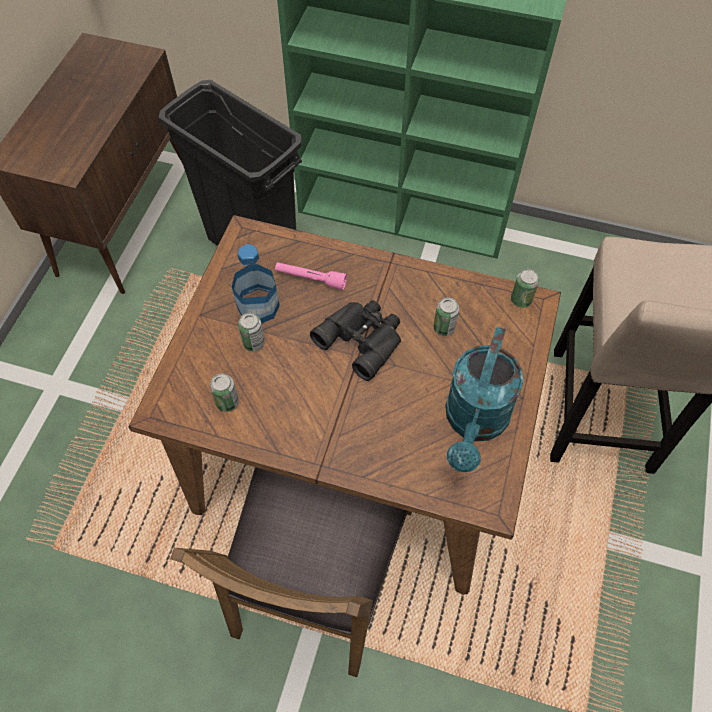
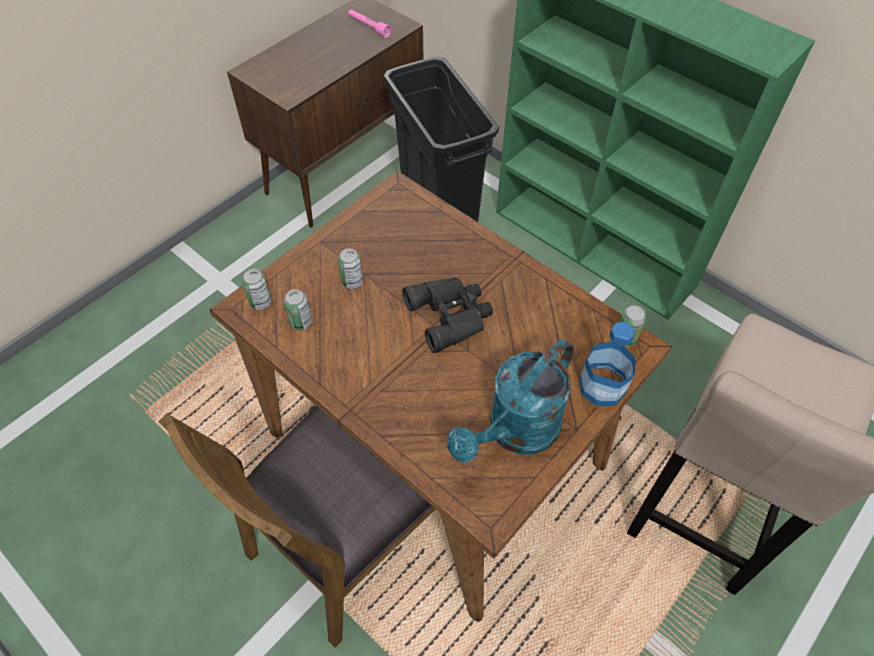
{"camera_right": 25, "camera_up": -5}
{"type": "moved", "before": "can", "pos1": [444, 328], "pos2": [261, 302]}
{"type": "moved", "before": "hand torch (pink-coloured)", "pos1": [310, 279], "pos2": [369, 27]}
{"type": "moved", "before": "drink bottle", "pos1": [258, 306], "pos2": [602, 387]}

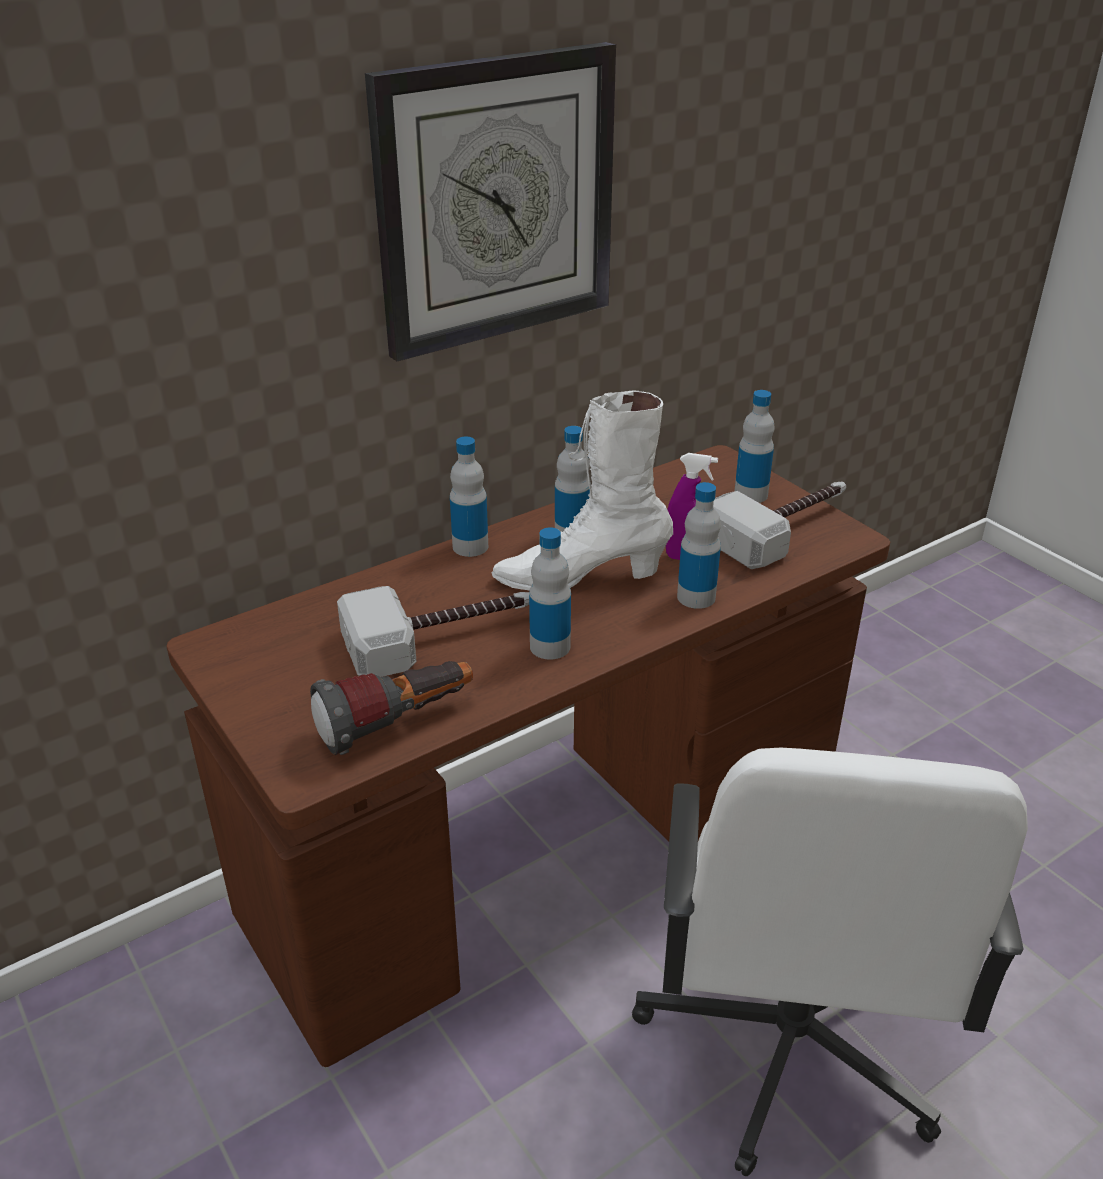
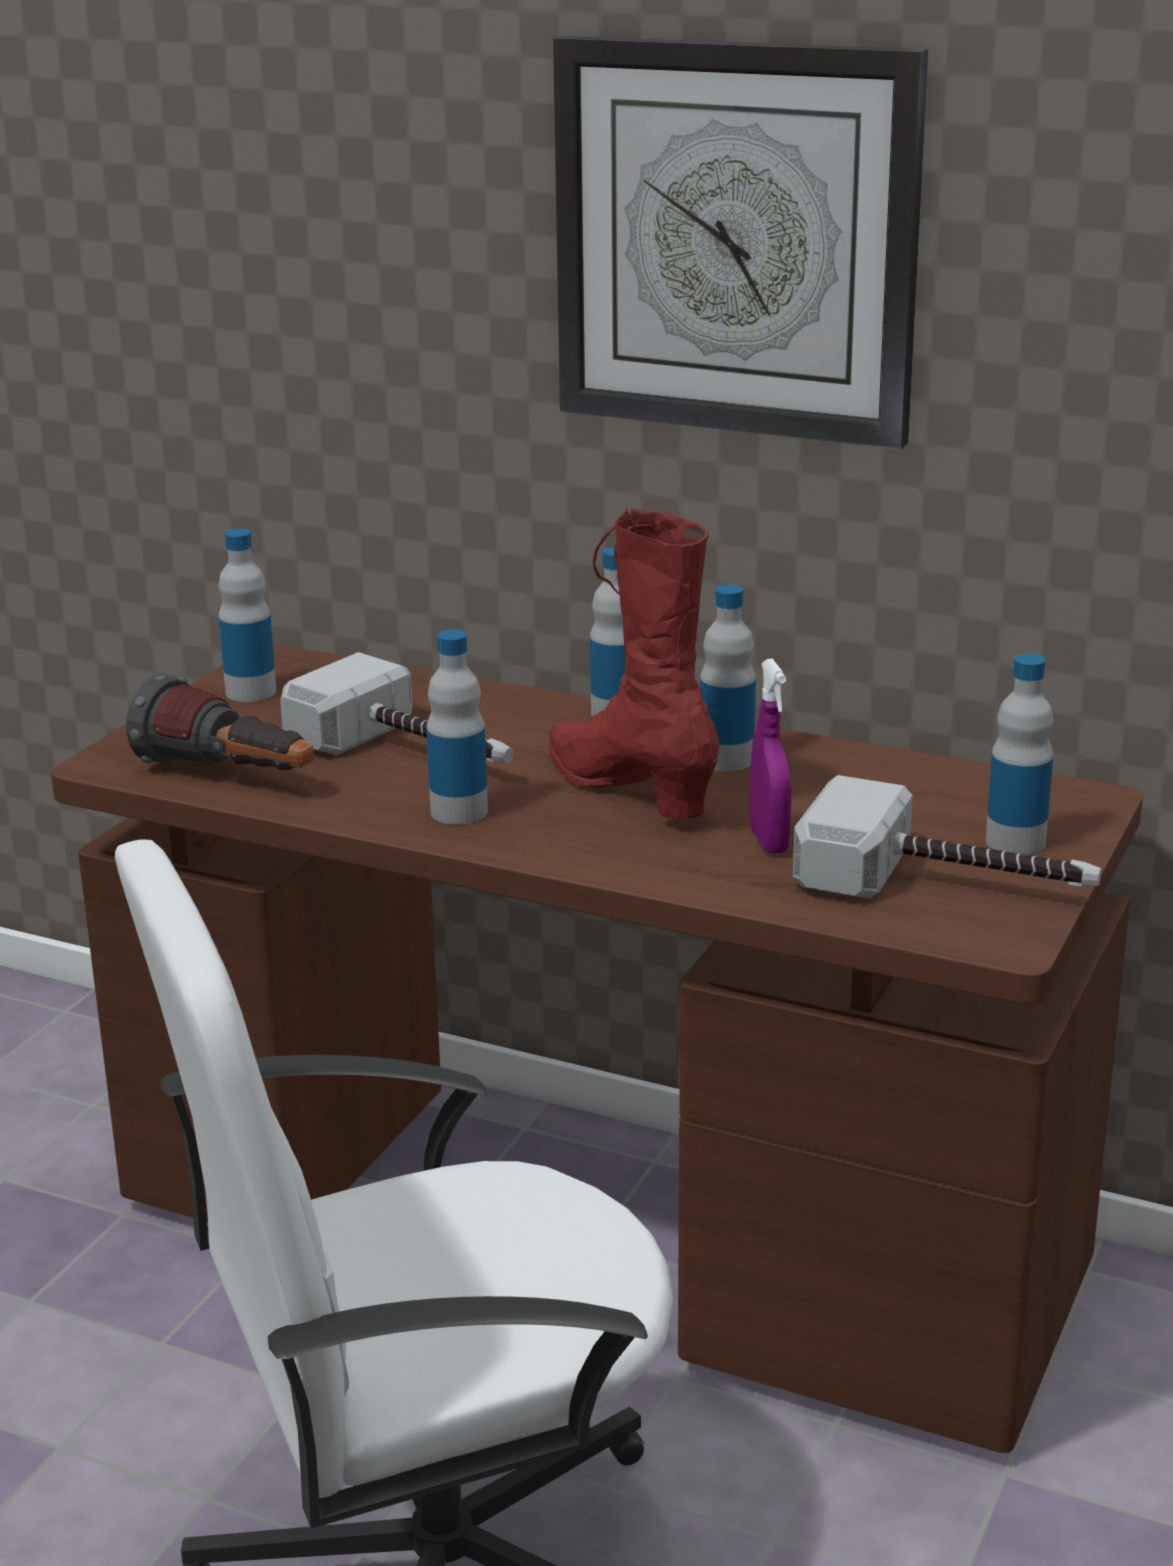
{"camera_right": 60, "camera_up": -10}
{"type": "moved", "before": "drink bottle", "pos1": [696, 597], "pos2": [251, 692]}
{"type": "recoloured", "before": "boot (white)", "after": "boot (red)", "pos1": [580, 578], "pos2": [630, 790]}

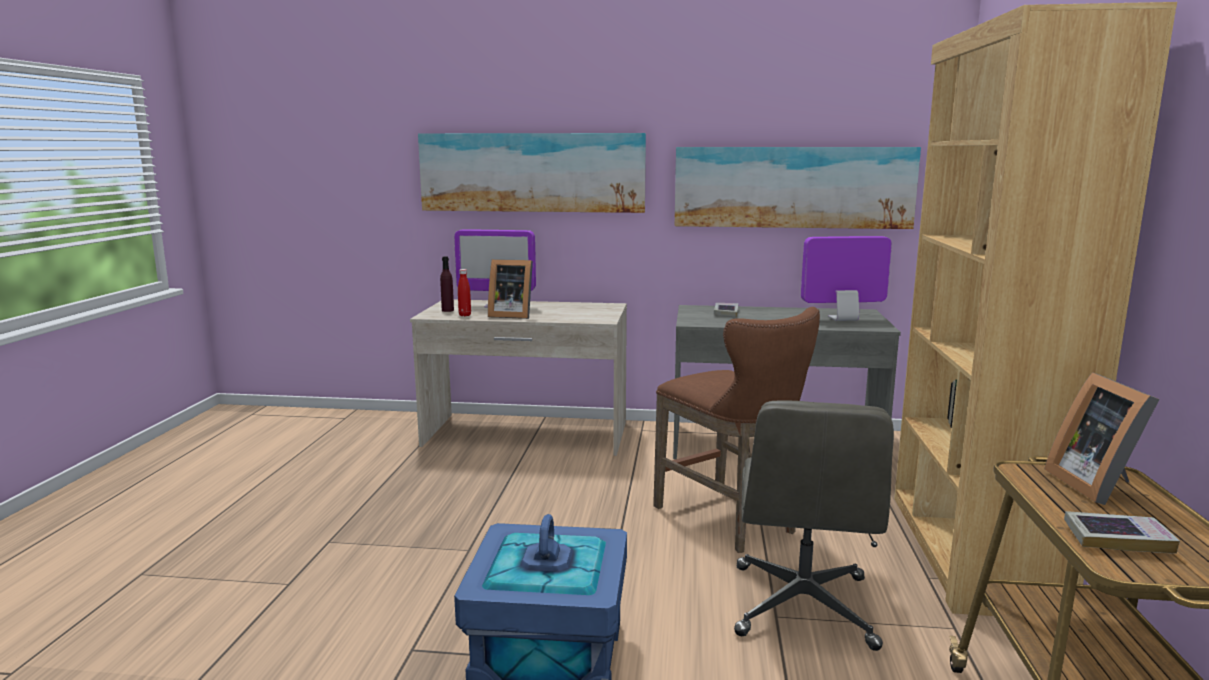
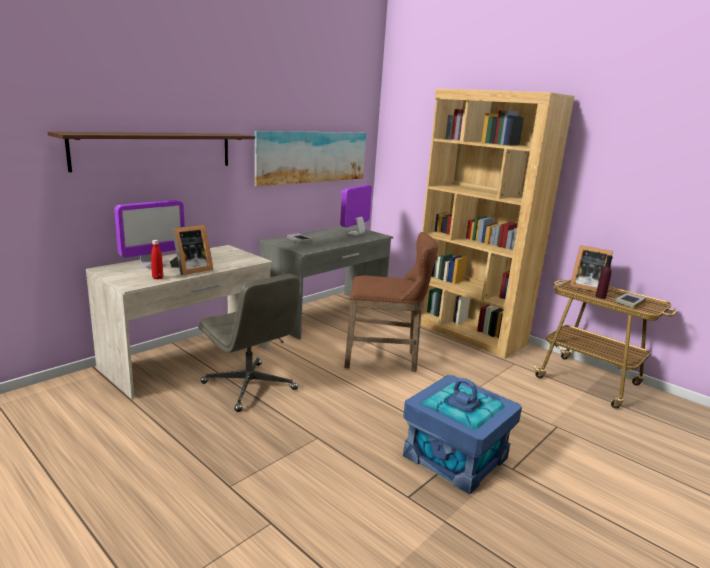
{"camera_right": -55, "camera_up": 5}
{"type": "replaced", "before": "picture", "after": "wall shelf", "pos1": [531, 172], "pos2": [155, 150]}
{"type": "moved", "before": "office chair (gray)", "pos1": [803, 607], "pos2": [250, 387]}
{"type": "moved", "before": "drink bottle (purple-coloured)", "pos1": [447, 310], "pos2": [600, 297]}

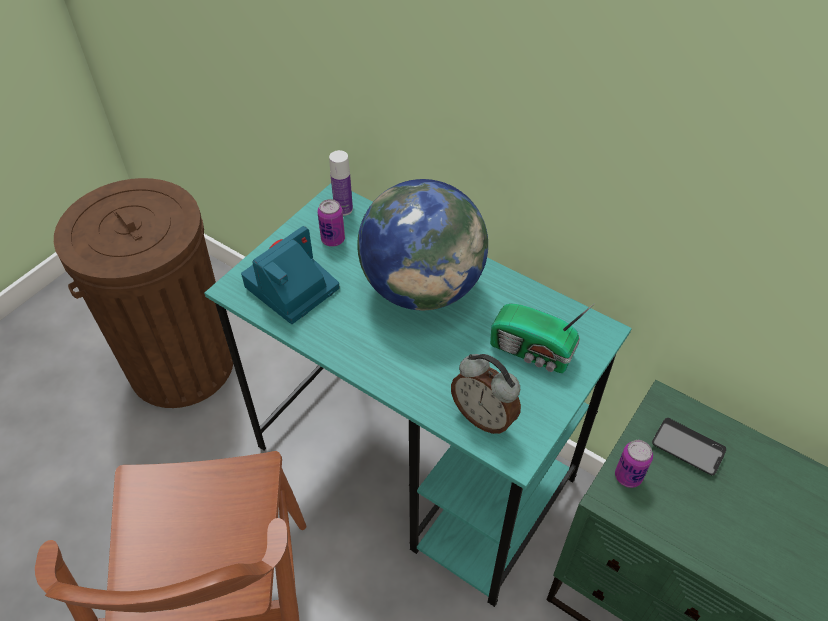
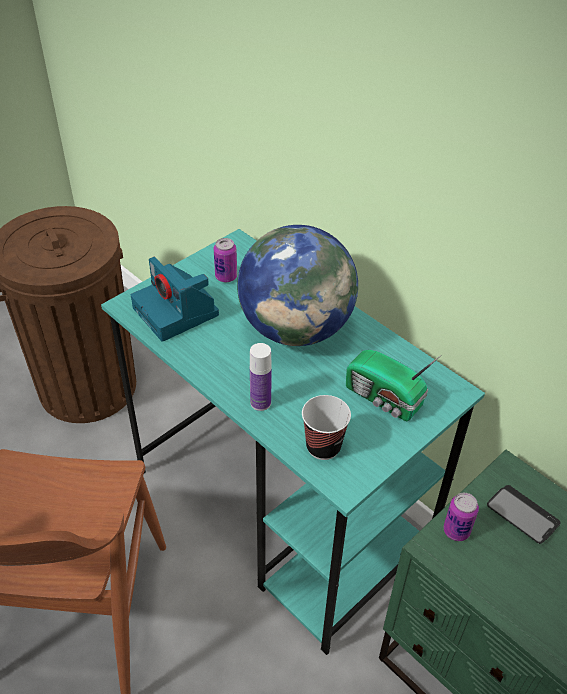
{"camera_right": 10, "camera_up": -5}
{"type": "turned", "before": "photo camera", "pos1": [291, 289], "pos2": [177, 312], "turn": -90}
{"type": "moved", "before": "drink bottle", "pos1": [343, 209], "pos2": [260, 403]}
{"type": "replaced", "before": "bedside clock", "after": "small cup", "pos1": [484, 416], "pos2": [323, 447]}

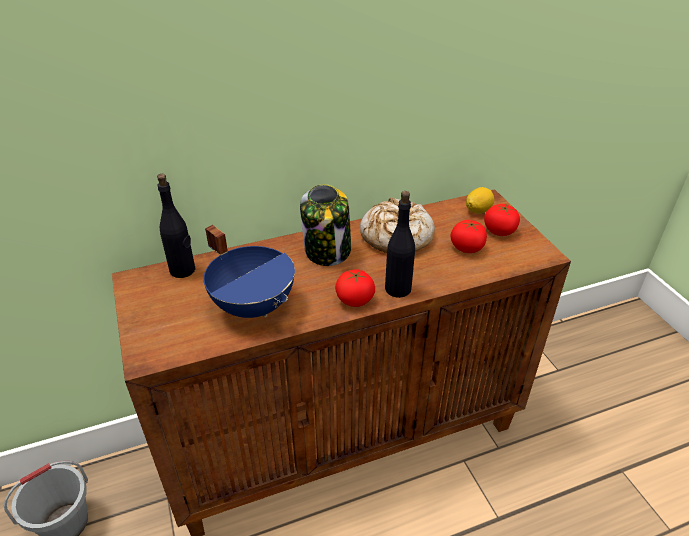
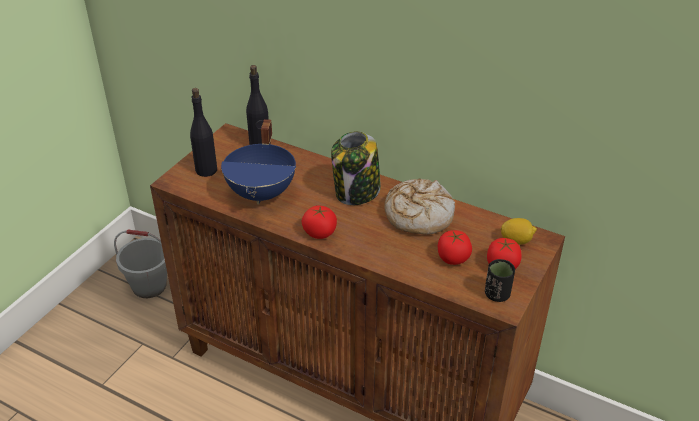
{"camera_right": 50, "camera_up": 0}
{"type": "moved", "before": "drink bottle (blackish)", "pos1": [397, 288], "pos2": [206, 170]}
{"type": "added", "after": "small cup (blackish)", "pos2": [497, 294]}

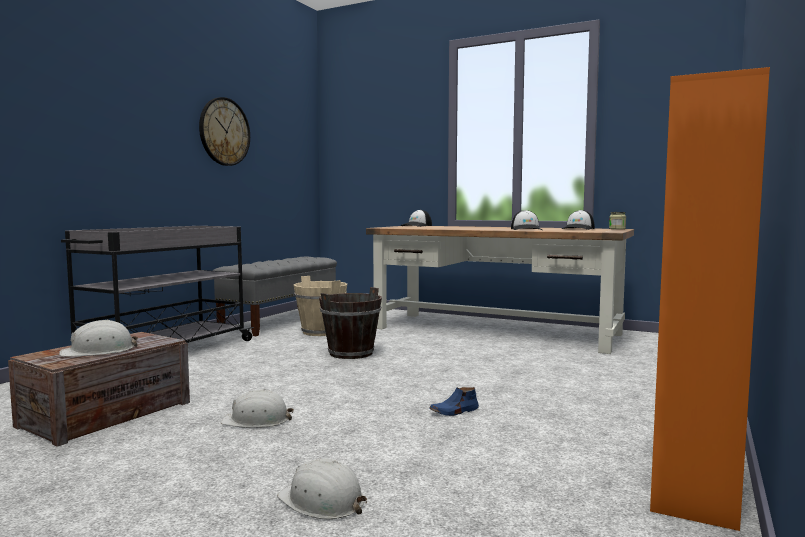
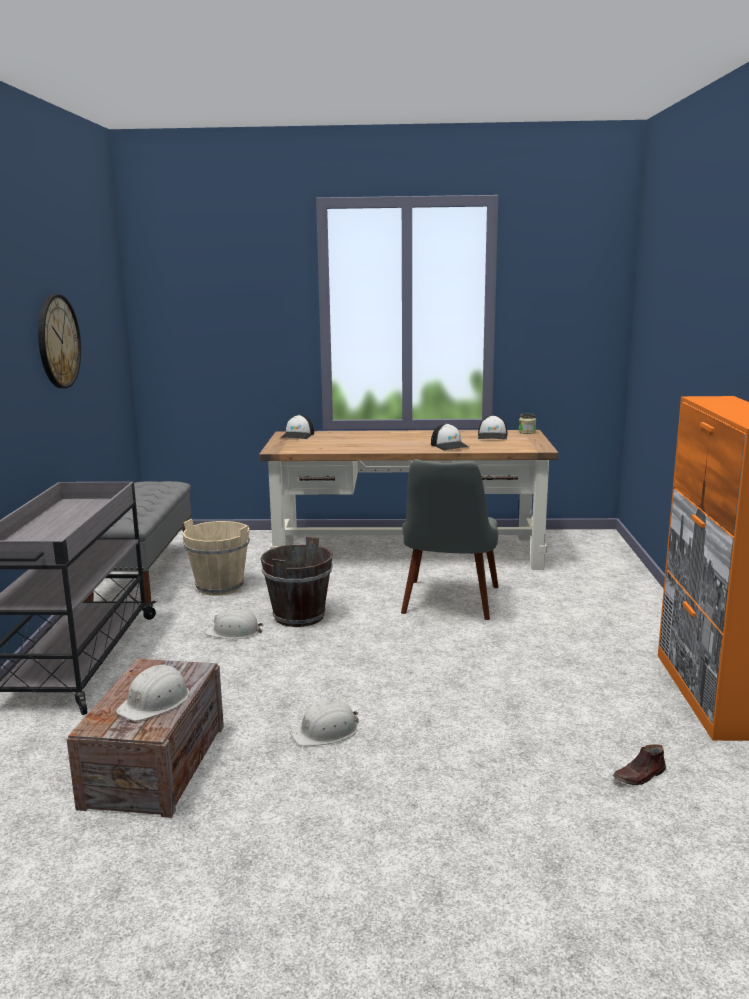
{"camera_right": -25, "camera_up": 10}
{"type": "moved", "before": "hard hat (white)", "pos1": [322, 501], "pos2": [234, 631]}
{"type": "added", "after": "chair (gray)", "pos2": [448, 605]}
{"type": "added", "after": "low shoe (brownish)", "pos2": [640, 776]}
{"type": "removed", "before": "low shoe (blue)", "pos1": [454, 411]}

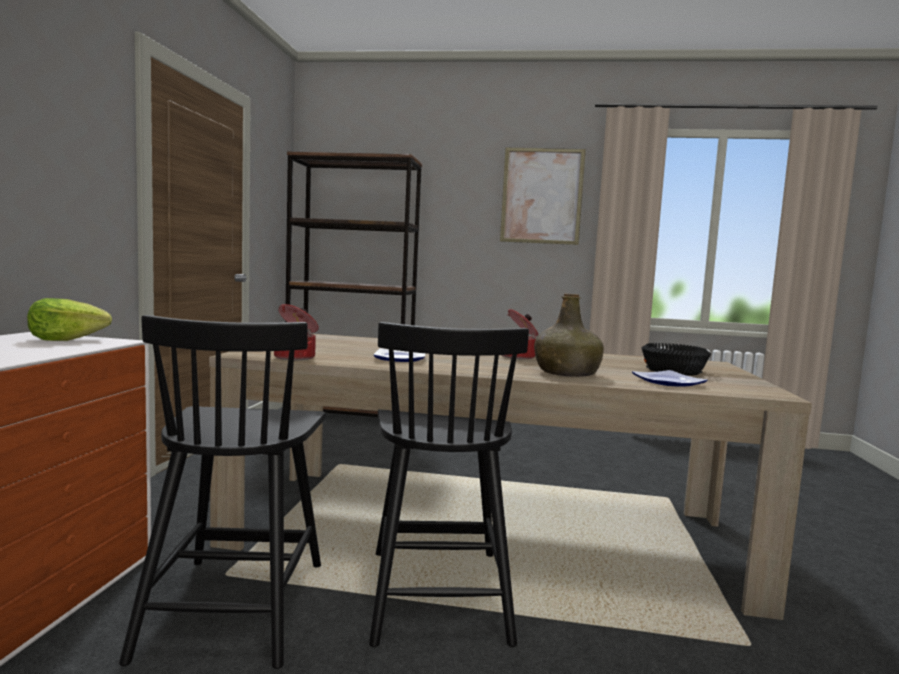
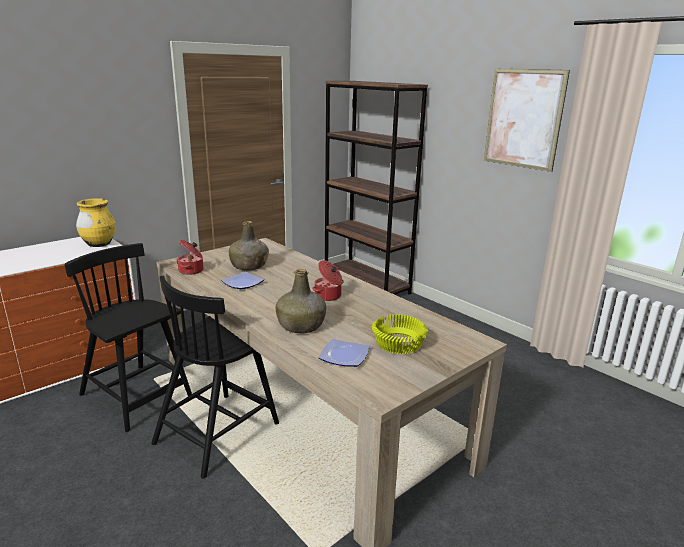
{"camera_right": 40, "camera_up": 15}
{"type": "turned", "before": "chair (blackish)", "pos1": [235, 605], "pos2": [137, 396], "turn": 90}
{"type": "replaced", "before": "lettuce", "after": "decorative vase (yellow)", "pos1": [66, 339], "pos2": [99, 244]}
{"type": "added", "after": "drink bottle (green-coloured)", "pos2": [249, 266]}
{"type": "recoloured", "before": "bowl (blackish)", "after": "bowl (yellow)", "pos1": [672, 370], "pos2": [398, 343]}

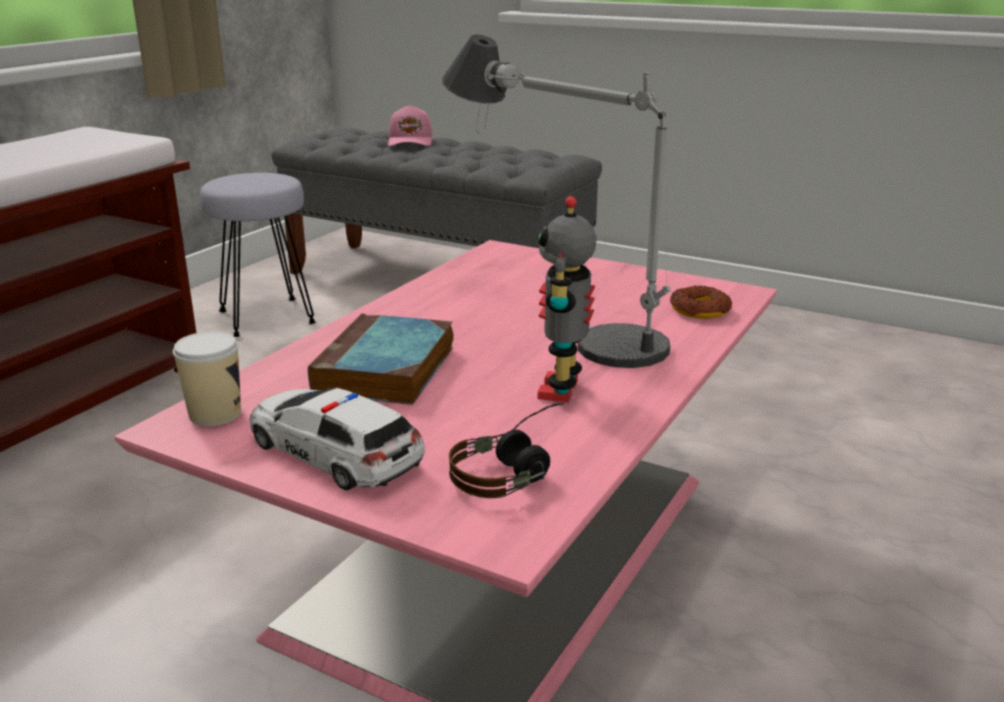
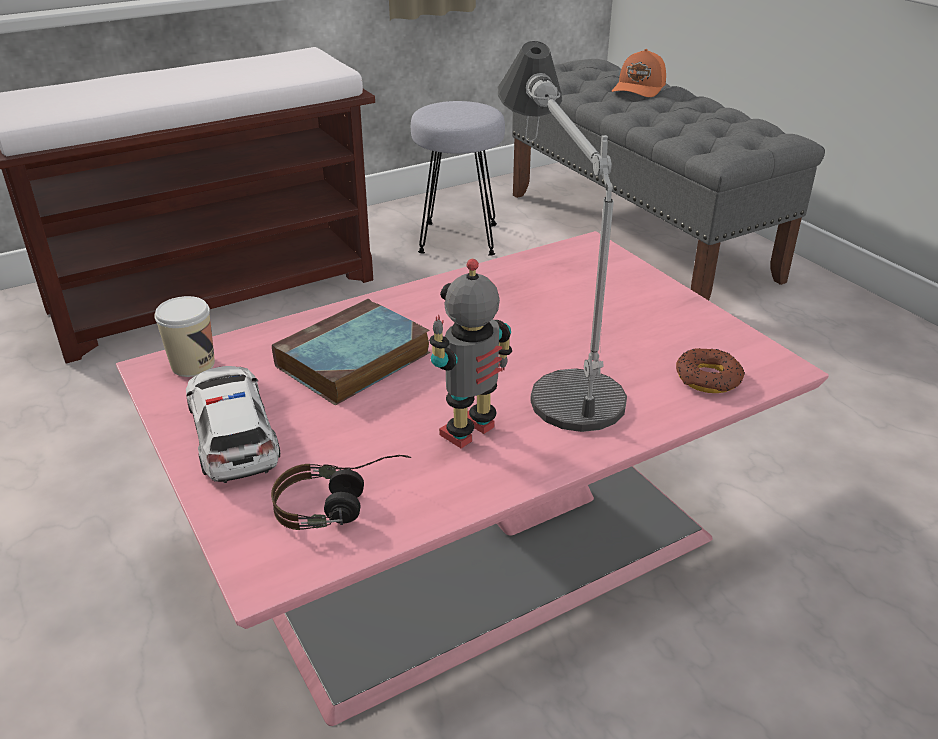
{"camera_right": 30, "camera_up": 10}
{"type": "recoloured", "before": "peaked cap (pink-coloured)", "after": "peaked cap (orange)", "pos1": [411, 142], "pos2": [640, 89]}

